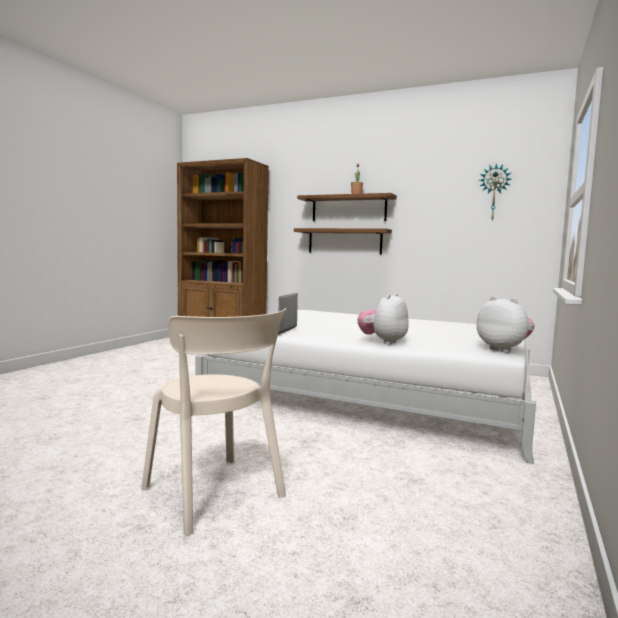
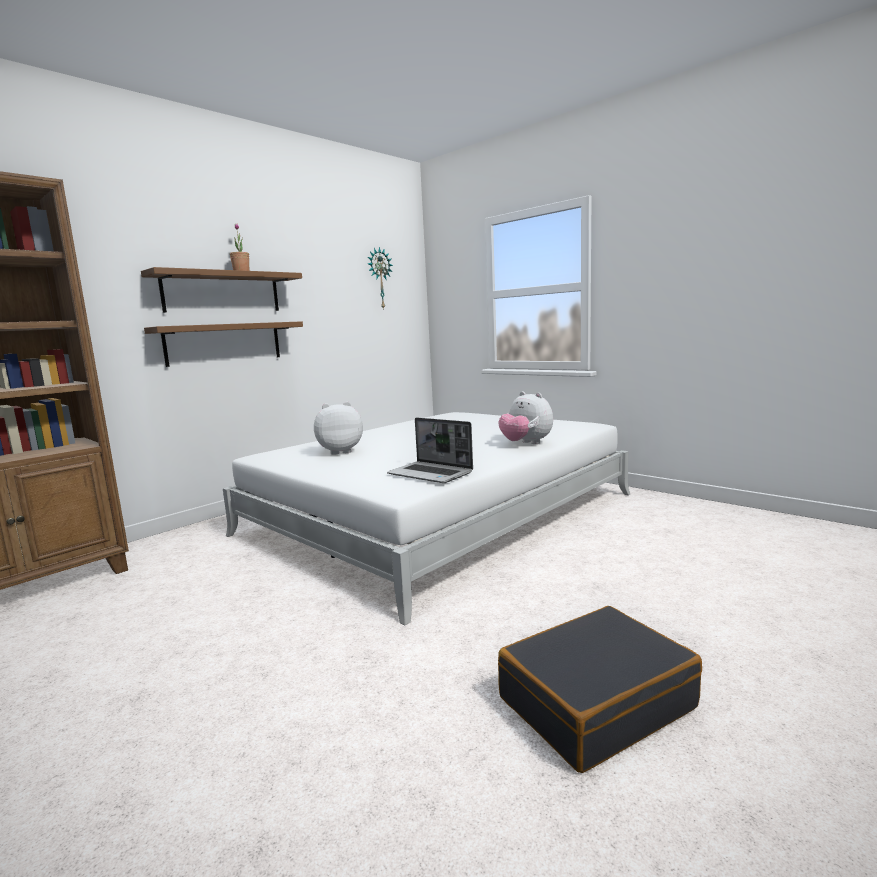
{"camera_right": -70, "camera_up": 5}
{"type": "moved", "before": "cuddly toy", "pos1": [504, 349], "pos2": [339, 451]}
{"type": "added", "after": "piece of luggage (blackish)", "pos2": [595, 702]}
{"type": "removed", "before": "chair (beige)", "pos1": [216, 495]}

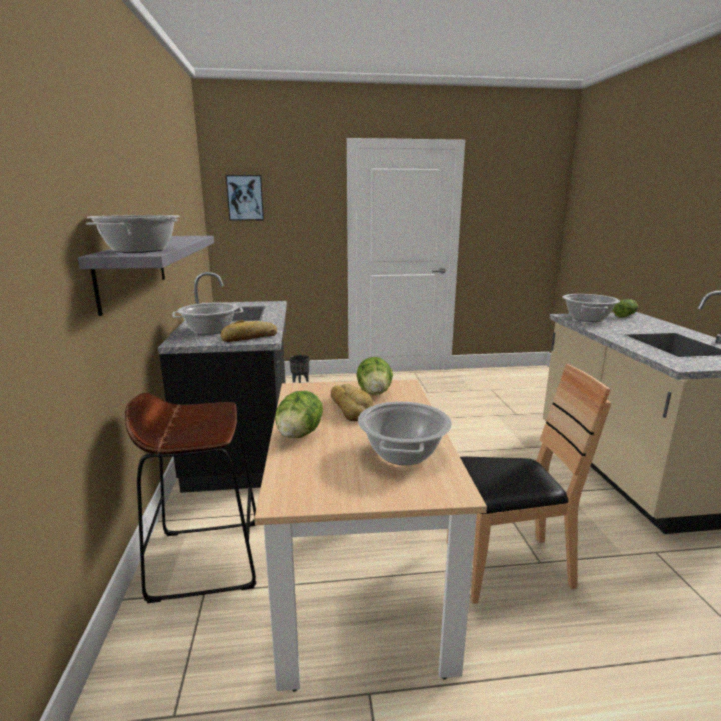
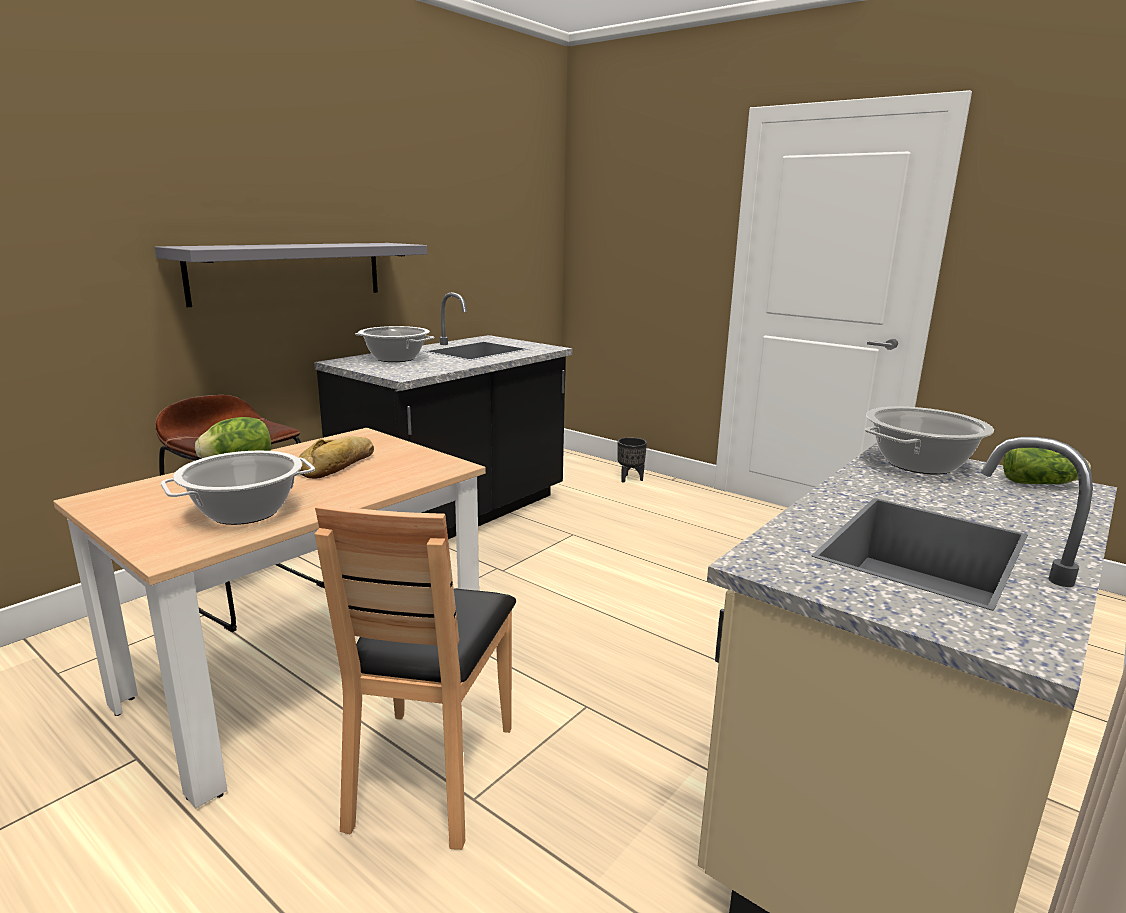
{"camera_right": 45, "camera_up": 0}
{"type": "turned", "before": "chair (brownish)", "pos1": [506, 566], "pos2": [431, 773], "turn": 60}
{"type": "removed", "before": "cooking pot", "pos1": [139, 250]}
{"type": "removed", "before": "bread", "pos1": [250, 337]}
{"type": "removed", "before": "picture", "pos1": [245, 198]}
{"type": "removed", "before": "lettuce", "pos1": [374, 393]}

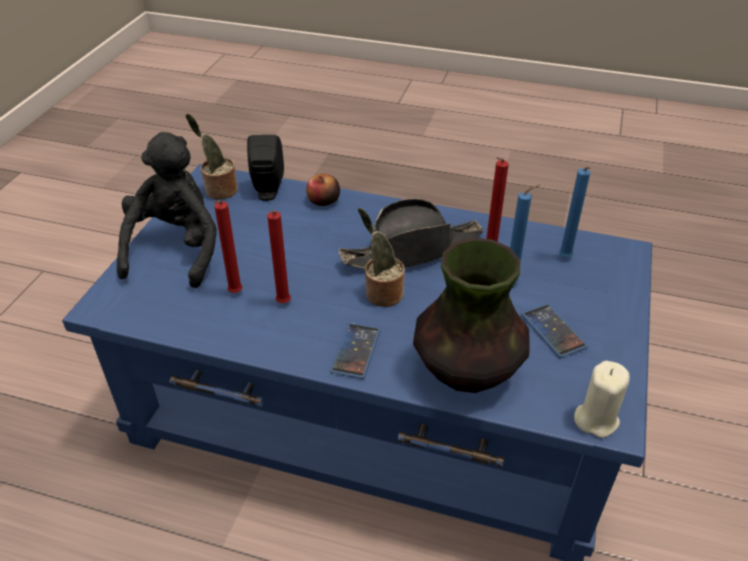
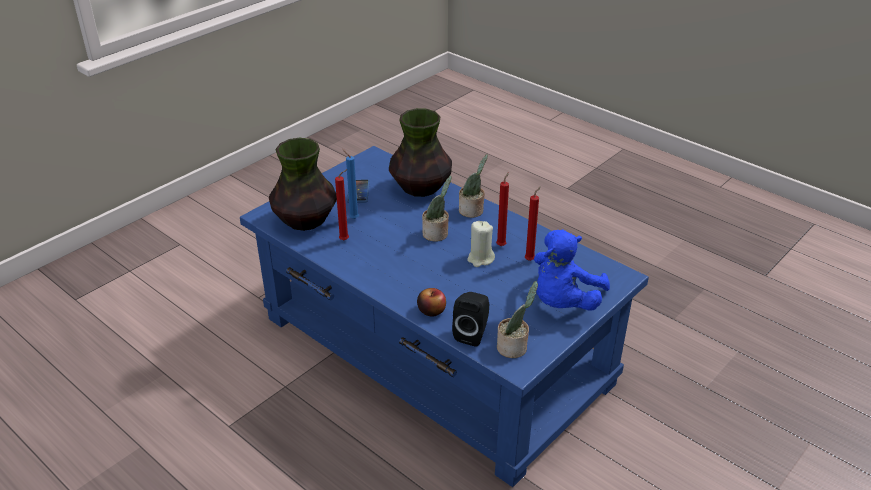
{"camera_right": -155, "camera_up": -5}
{"type": "replaced", "before": "candle (blue)", "after": "decorative vase", "pos1": [565, 259], "pos2": [305, 221]}
{"type": "replaced", "before": "phone", "after": "houseplant", "pos1": [356, 351], "pos2": [472, 211]}
{"type": "moved", "before": "candle (beige)", "pos1": [596, 419], "pos2": [480, 259]}
{"type": "recoloured", "before": "cuddly toy (blackish)", "after": "cuddly toy (blue)", "pos1": [176, 249], "pos2": [563, 302]}
{"type": "removed", "before": "clothing hat (blackish)", "pos1": [412, 250]}

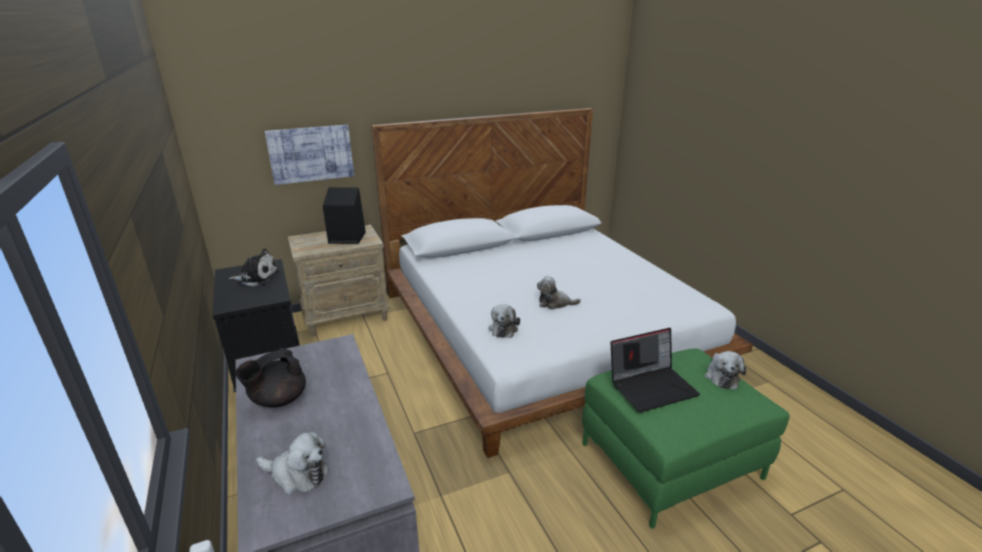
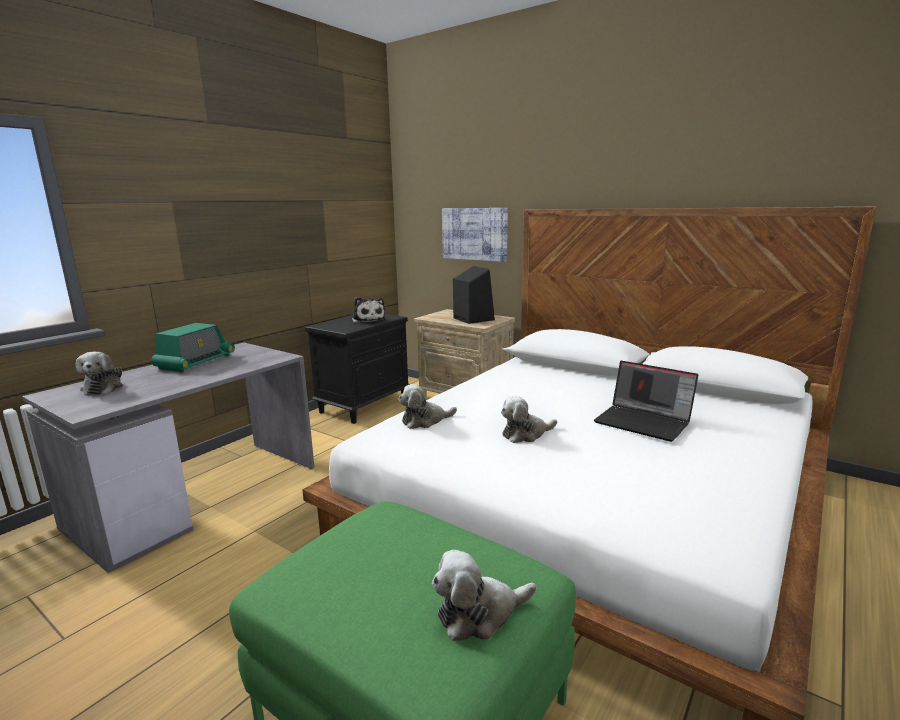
{"camera_right": 60, "camera_up": -10}
{"type": "replaced", "before": "teapot (blackish)", "after": "radio", "pos1": [278, 400], "pos2": [195, 362]}
{"type": "turned", "before": "cuddly toy", "pos1": [555, 303], "pos2": [525, 434], "turn": -90}
{"type": "moved", "before": "laptop", "pos1": [652, 386], "pos2": [644, 422]}

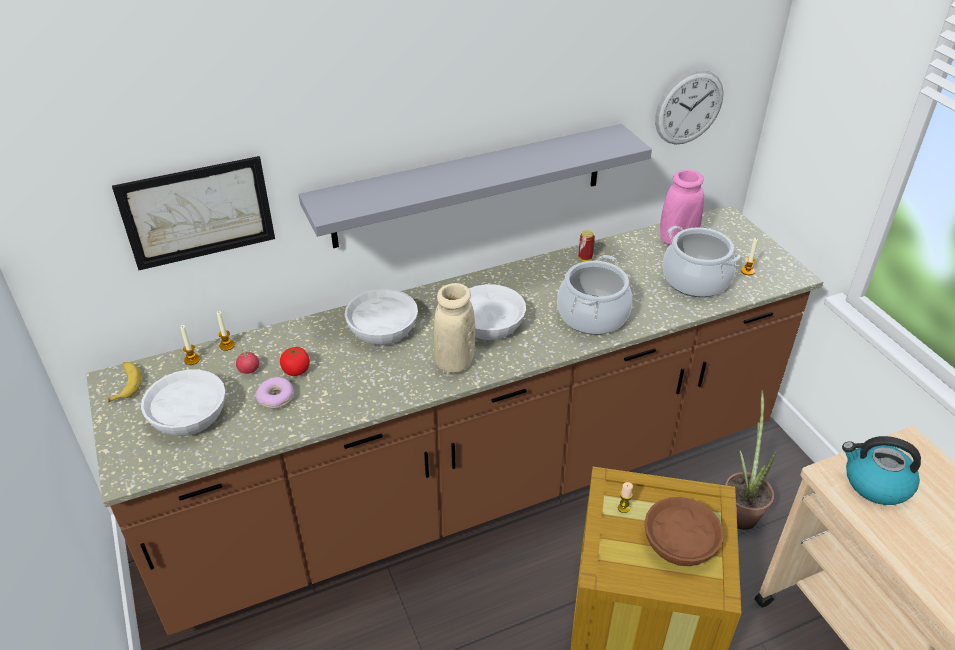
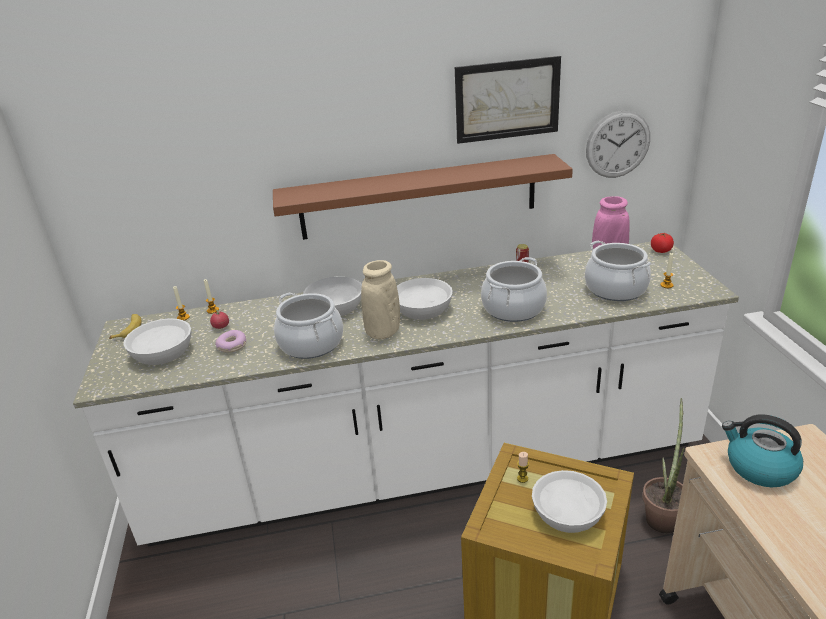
{"camera_right": 15, "camera_up": -10}
{"type": "recoloured", "before": "kitchen base unit (brownish)", "after": "kitchen base unit (white)", "pos1": [477, 487], "pos2": [425, 469]}
{"type": "recoloured", "before": "wall shelf (gray)", "after": "wall shelf (brownish)", "pos1": [470, 186], "pos2": [419, 197]}
{"type": "added", "after": "cooking pot", "pos2": [311, 344]}
{"type": "moved", "before": "picture", "pos1": [198, 212], "pos2": [507, 100]}
{"type": "recoloured", "before": "bowl (brownish)", "after": "bowl (white)", "pos1": [680, 543], "pos2": [567, 513]}
{"type": "moved", "before": "whole tomato", "pos1": [296, 370], "pos2": [661, 250]}

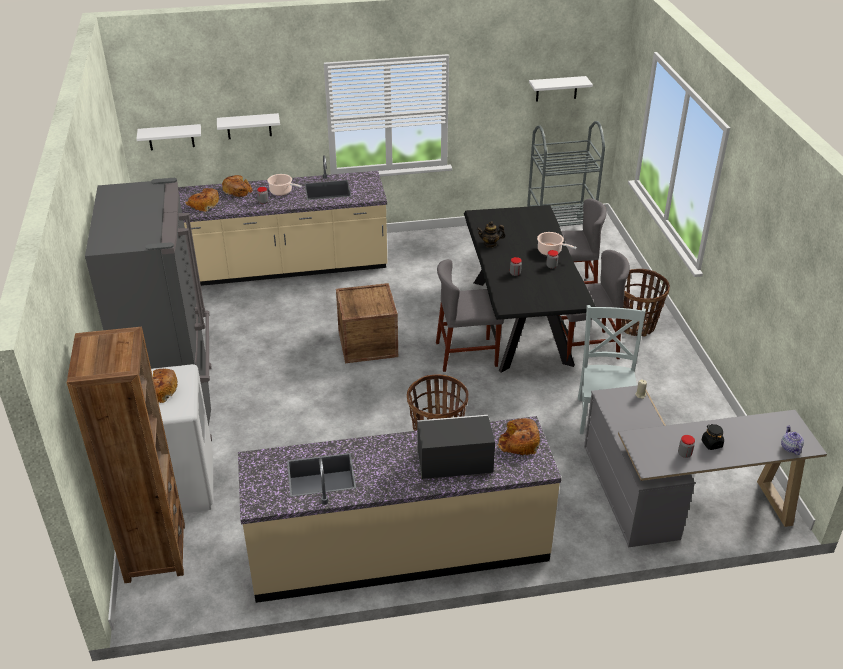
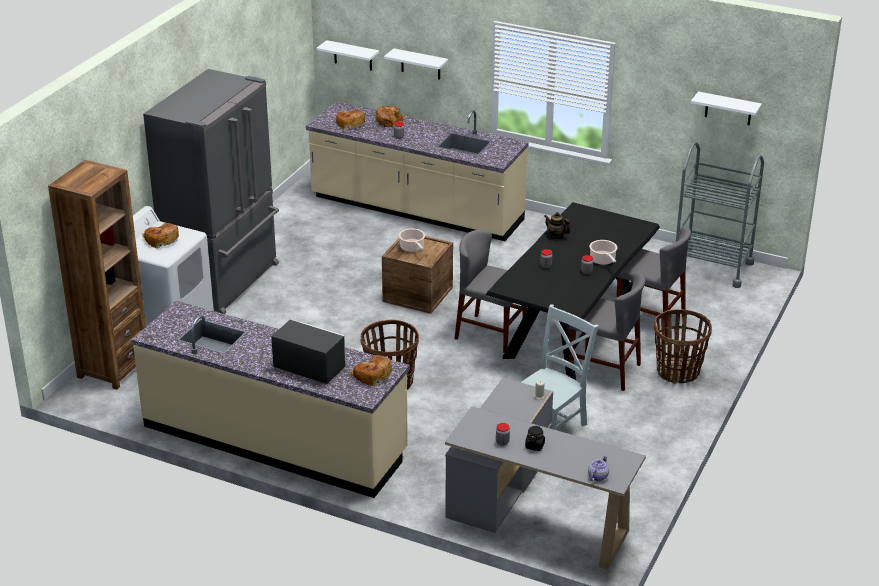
{"camera_right": 35, "camera_up": -5}
{"type": "moved", "before": "cooking pot", "pos1": [282, 191], "pos2": [412, 248]}

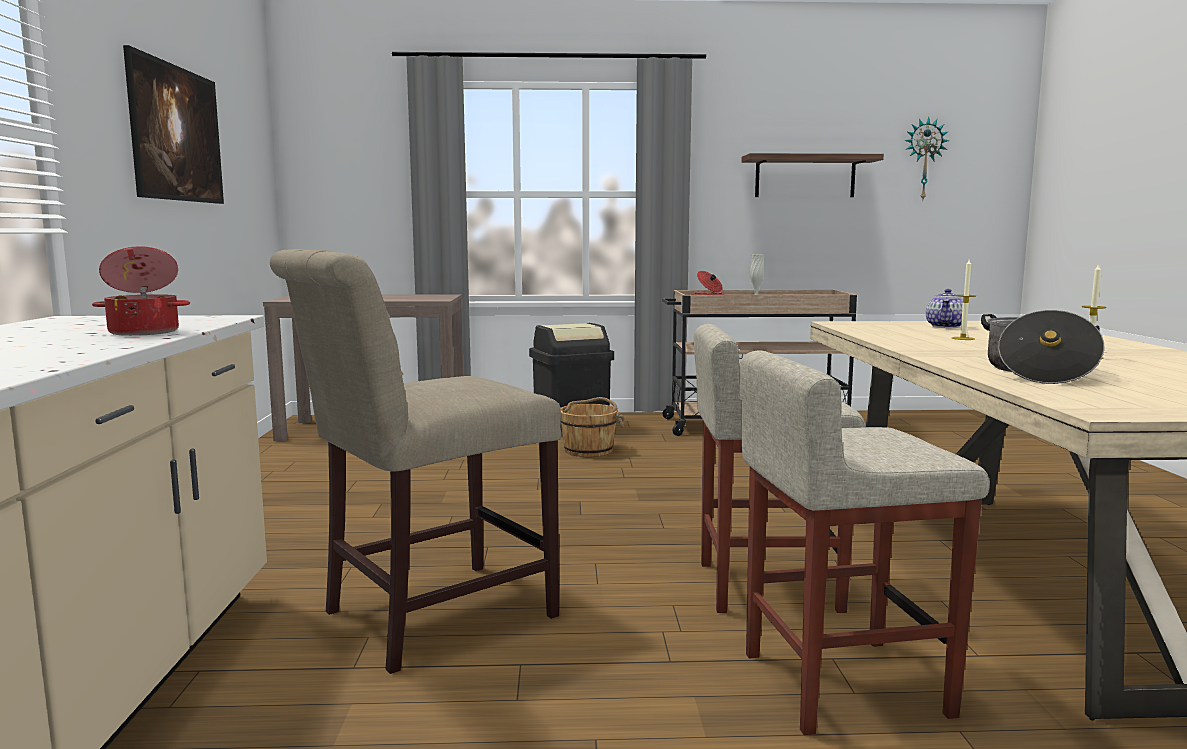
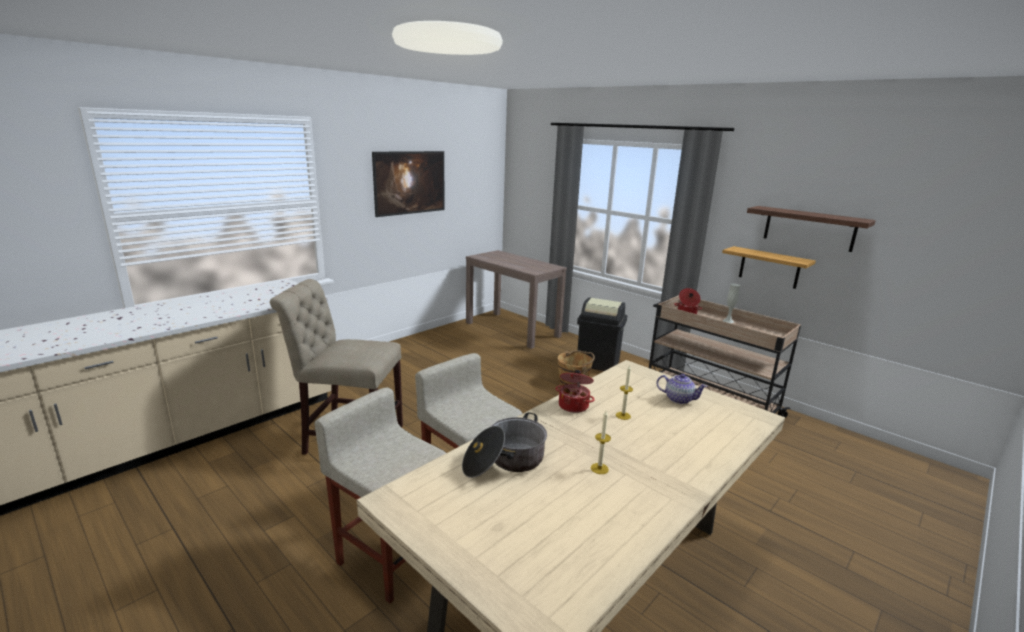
{"camera_right": 45, "camera_up": 10}
{"type": "moved", "before": "cooking pot", "pos1": [145, 332], "pos2": [574, 405]}
{"type": "turned", "before": "teapot", "pos1": [946, 326], "pos2": [678, 399], "turn": -135}
{"type": "added", "after": "wall shelf", "pos2": [769, 267]}
{"type": "removed", "before": "hanging clock", "pos1": [924, 159]}

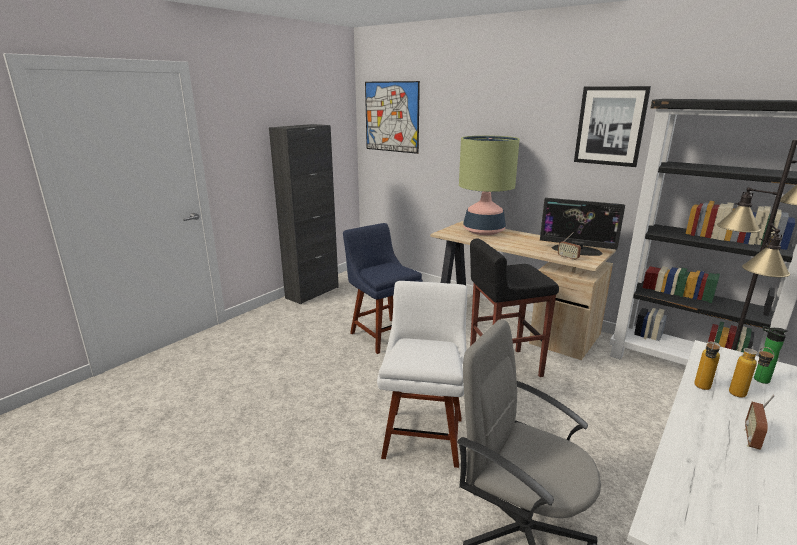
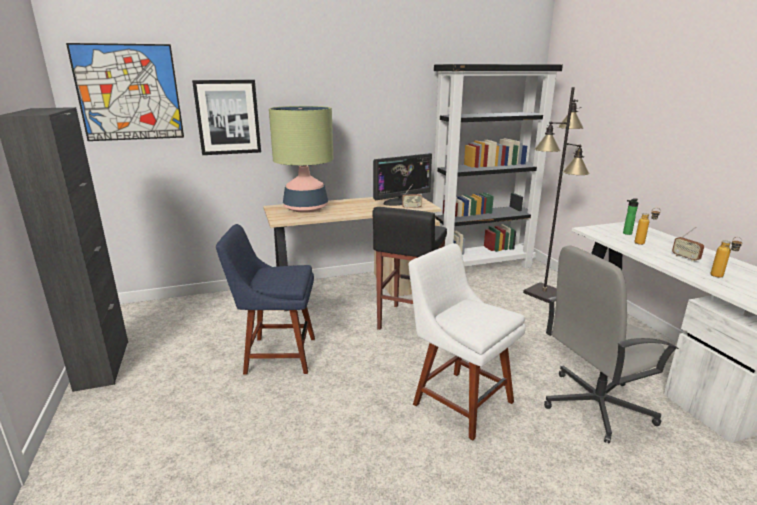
{"camera_right": -55, "camera_up": 0}
{"type": "moved", "before": "picture", "pos1": [610, 126], "pos2": [228, 117]}
{"type": "moved", "before": "drink bottle", "pos1": [701, 389], "pos2": [721, 277]}

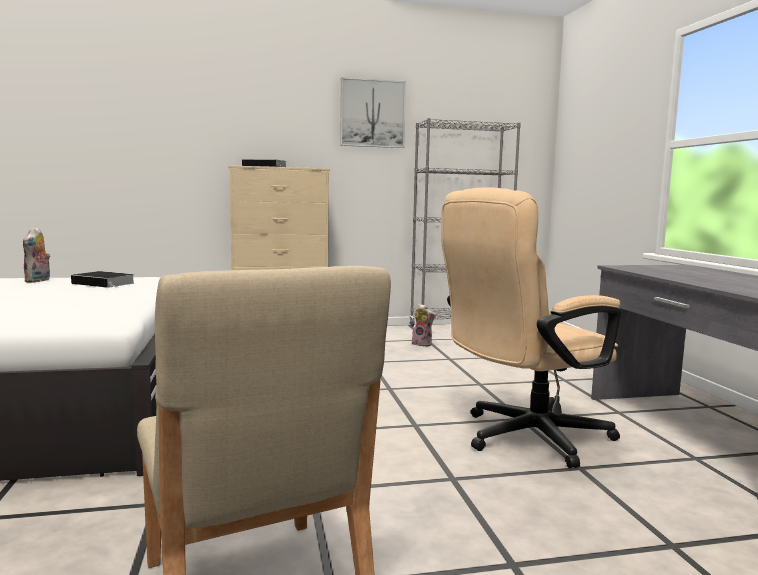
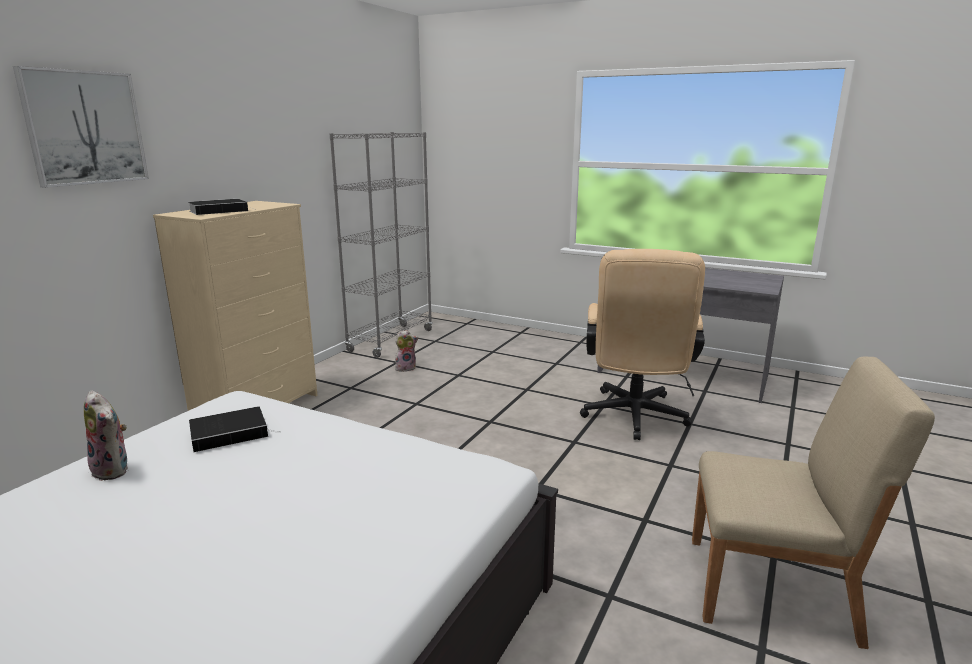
{"camera_right": -50, "camera_up": 10}
{"type": "moved", "before": "picture", "pos1": [372, 113], "pos2": [85, 128]}

